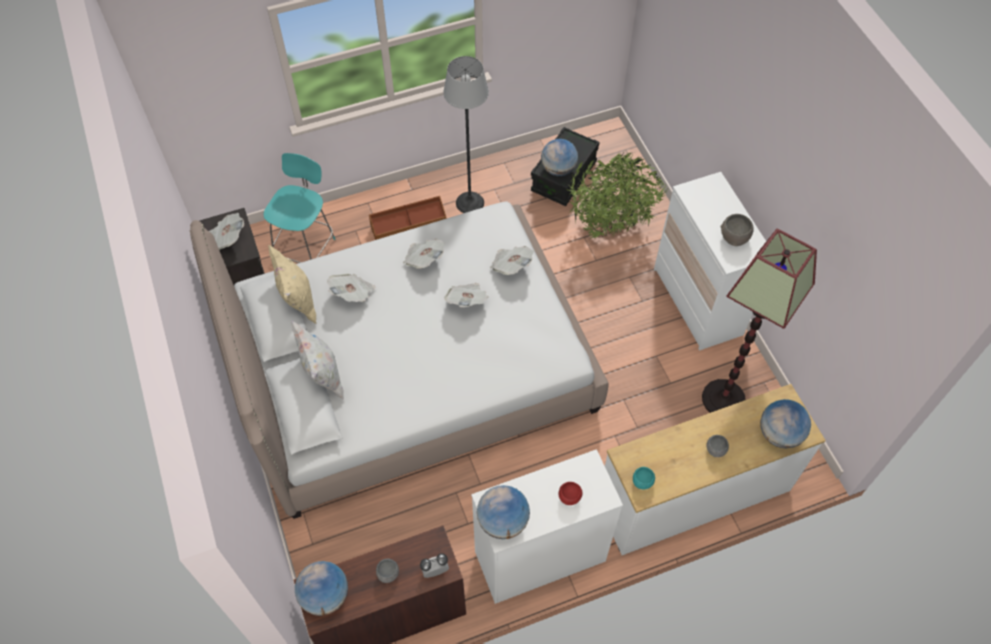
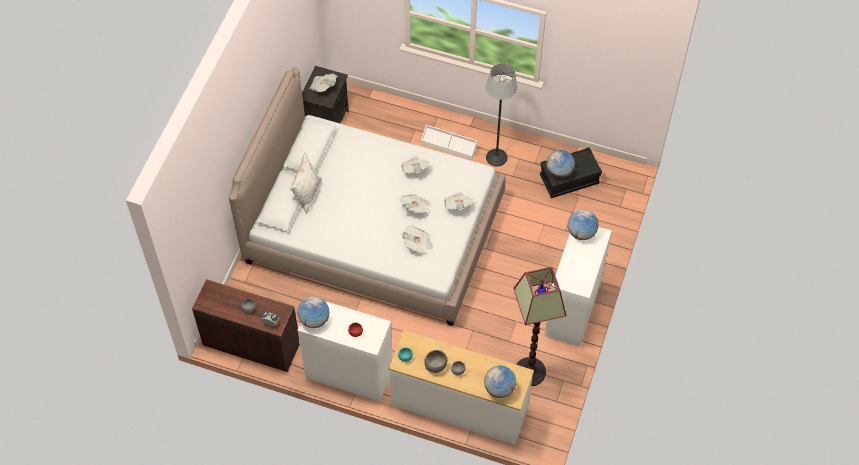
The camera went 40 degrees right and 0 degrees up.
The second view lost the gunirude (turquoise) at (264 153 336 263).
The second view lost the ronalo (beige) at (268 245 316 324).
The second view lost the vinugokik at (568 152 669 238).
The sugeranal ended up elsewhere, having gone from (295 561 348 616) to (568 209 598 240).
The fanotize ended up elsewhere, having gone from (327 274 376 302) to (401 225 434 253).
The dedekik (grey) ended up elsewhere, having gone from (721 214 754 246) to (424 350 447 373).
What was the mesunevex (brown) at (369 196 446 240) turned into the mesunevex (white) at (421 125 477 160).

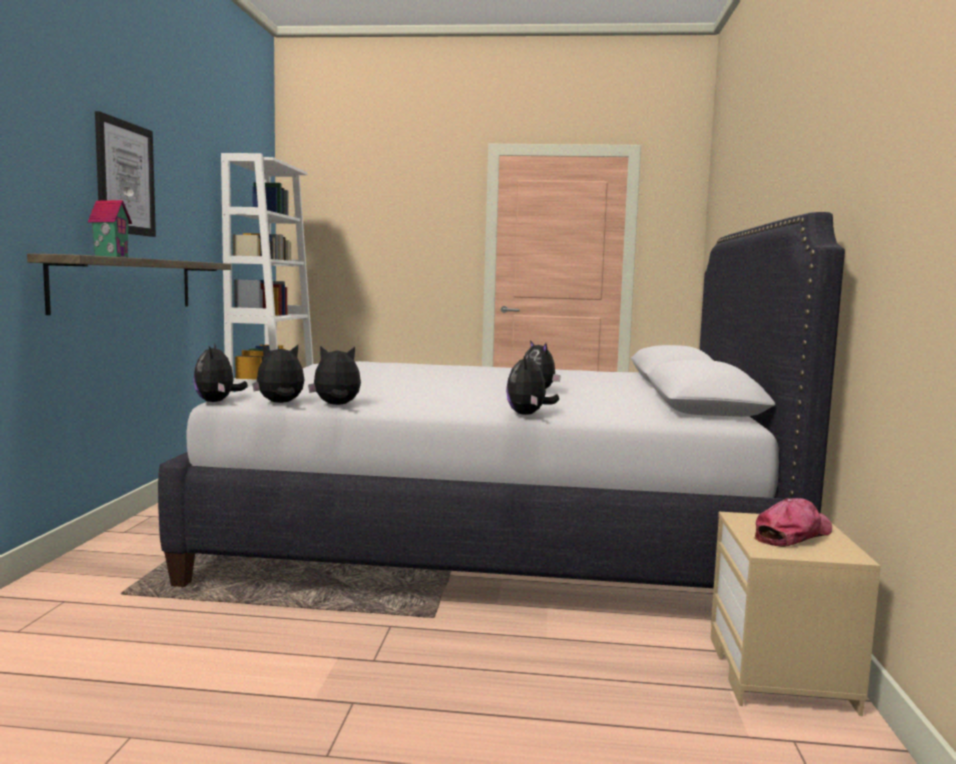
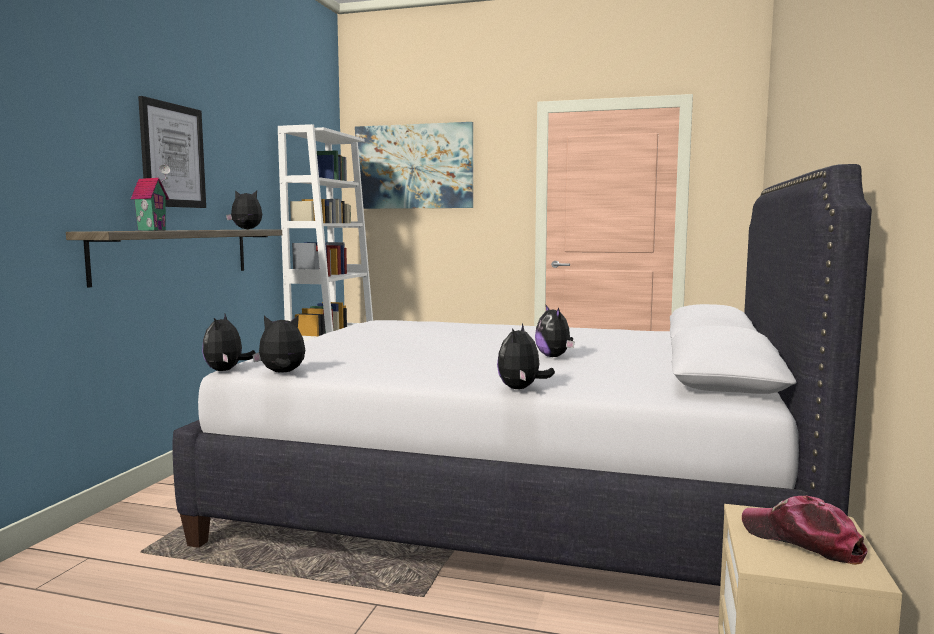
The camera went 10 degrees right and 0 degrees up.
The second view gained the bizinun at (355 122 473 209).
The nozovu ended up elsewhere, having gone from (308 346 361 405) to (226 190 262 229).
The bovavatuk at (754 498 832 547) ended up facing another way, 105 degrees counterclockwise from before.

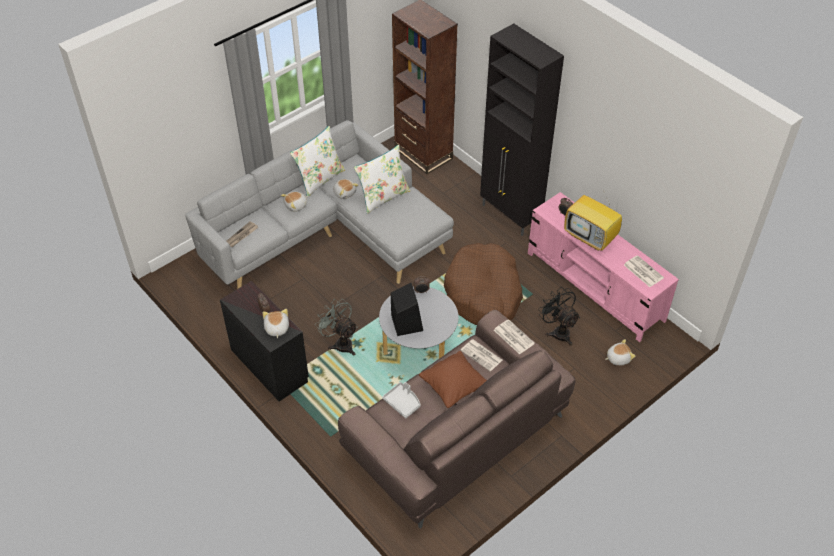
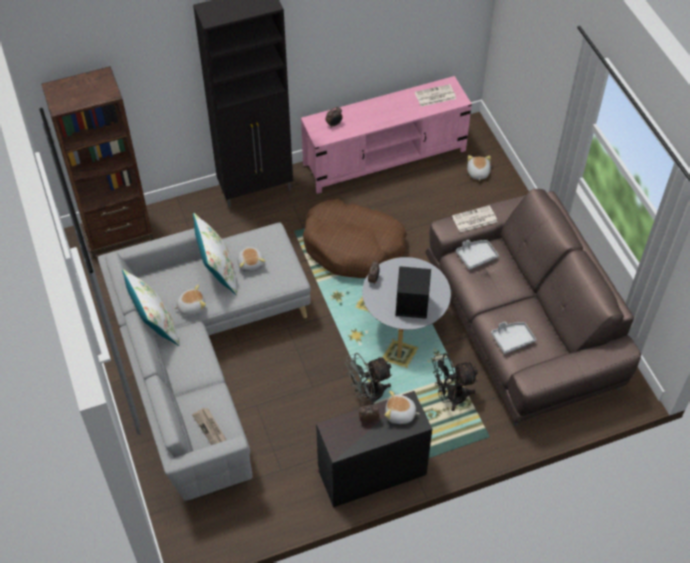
The camera went 70 degrees left and 5 degrees up.
The second view lost the ronalo (brown) at (419 351 487 408).
The second view lost the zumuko at (564 190 622 251).
The nozovu ended up elsewhere, having gone from (281 191 308 212) to (237 247 265 272).
The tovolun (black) ended up elsewhere, having gone from (538 287 580 346) to (432 353 478 411).
Where the fanotize stood at (460 339 502 371), the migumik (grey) came to stand at (456 240 499 270).

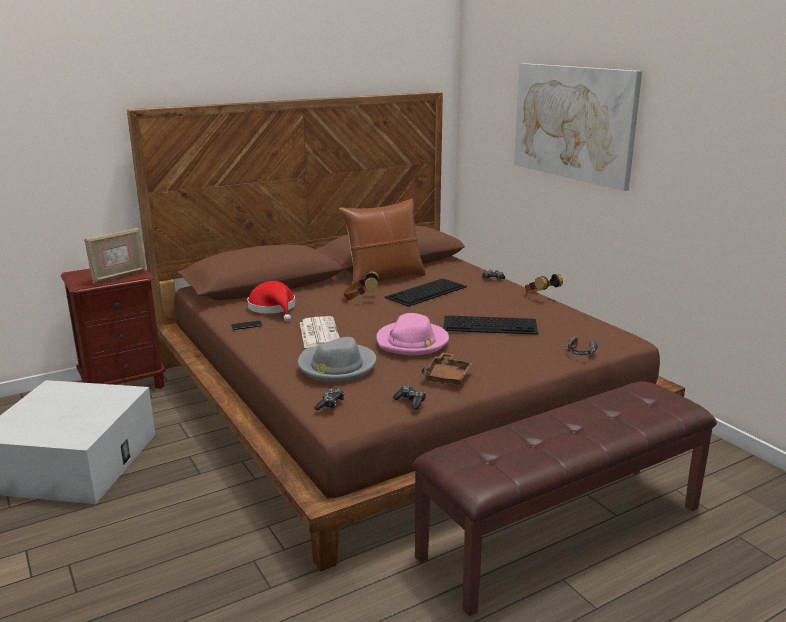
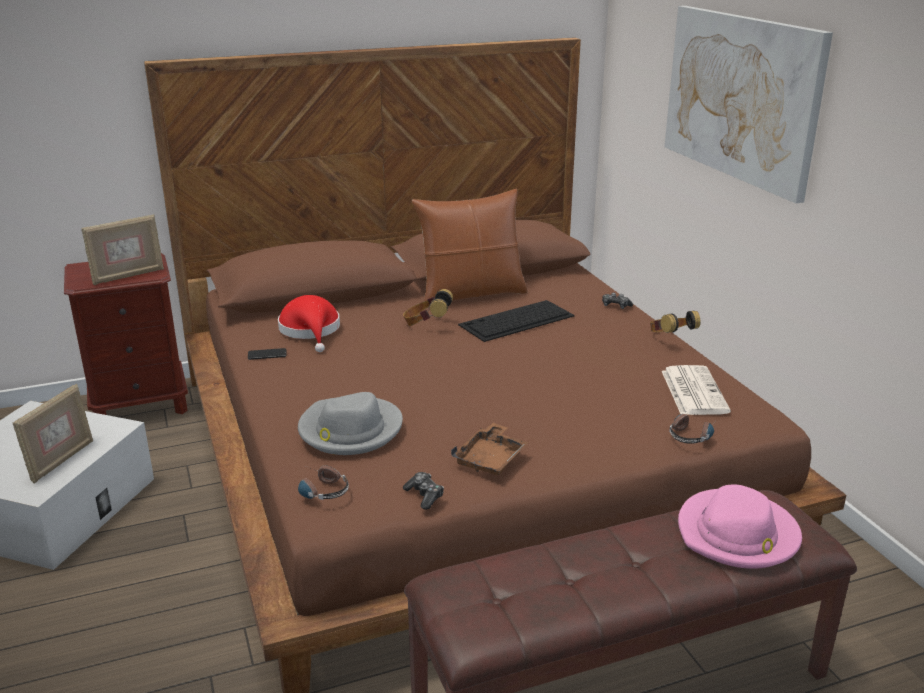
The camera went 10 degrees right and 5 degrees up.
The second view lost the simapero at (443 315 538 335).
The second view gained the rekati at (13 383 93 483).
The fanotize ended up elsewhere, having gone from (300 316 340 348) to (662 365 731 415).
The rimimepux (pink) ended up elsewhere, having gone from (376 313 449 355) to (678 484 802 569).
Where the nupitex stood at (314 388 345 410), the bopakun came to stand at (298 466 349 500).

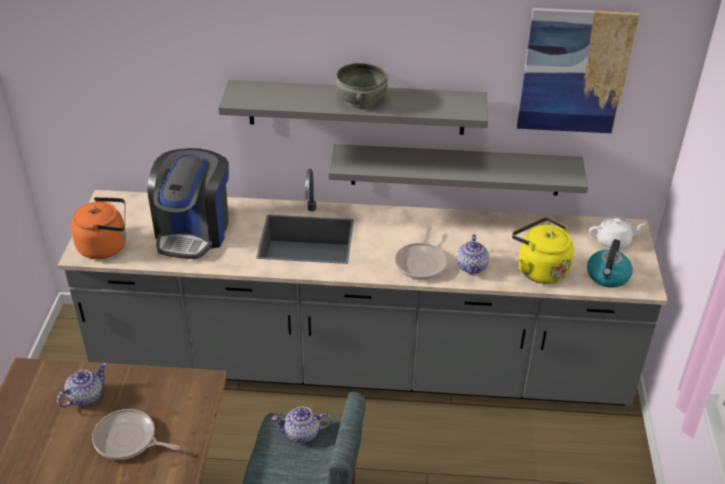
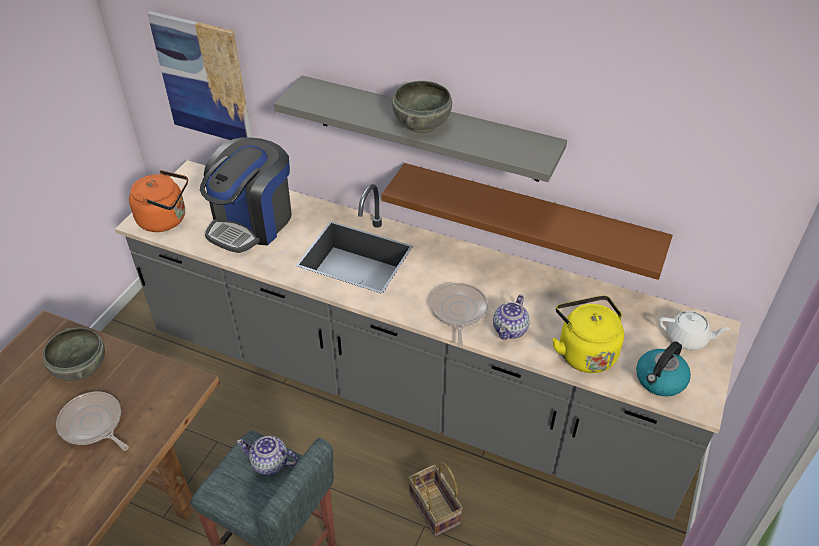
The camera went 20 degrees right and 5 degrees up.
The second view gained the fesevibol at (408 462 463 537).
The bizinun ended up elsewhere, having gone from (517 8 639 134) to (147 11 252 140).
Where the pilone stood at (57 362 106 407), the dedekik (grey) came to stand at (43 327 105 381).
What was the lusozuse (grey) at (328 144 588 196) turned into the lusozuse (brown) at (381 163 673 280).
The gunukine at (395 225 447 280) ended up facing another way, 150 degrees clockwise from before.

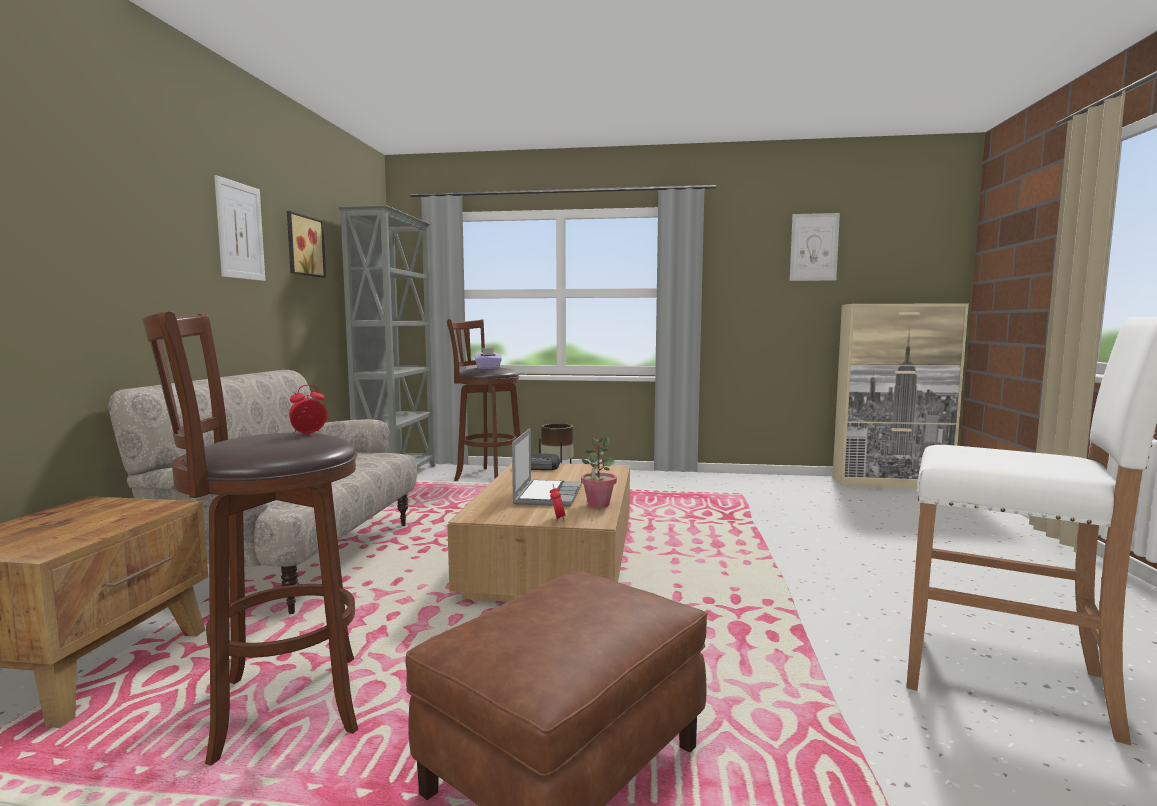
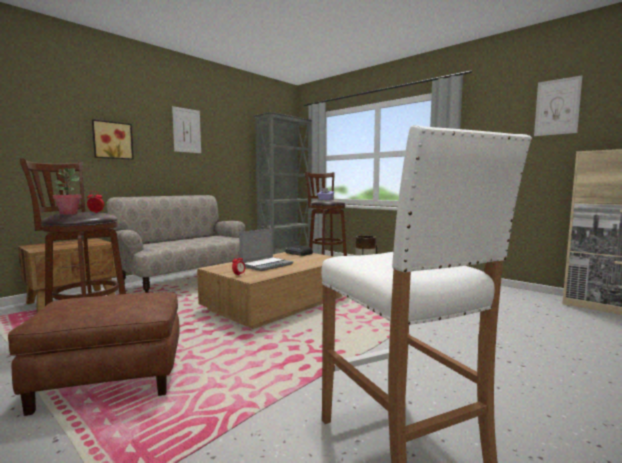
The camera went 35 degrees right and 0 degrees up.
The bizinun ended up elsewhere, having gone from (287 211 326 278) to (92 119 134 160).
The vinugokik ended up elsewhere, having gone from (581 437 617 508) to (53 168 82 215).

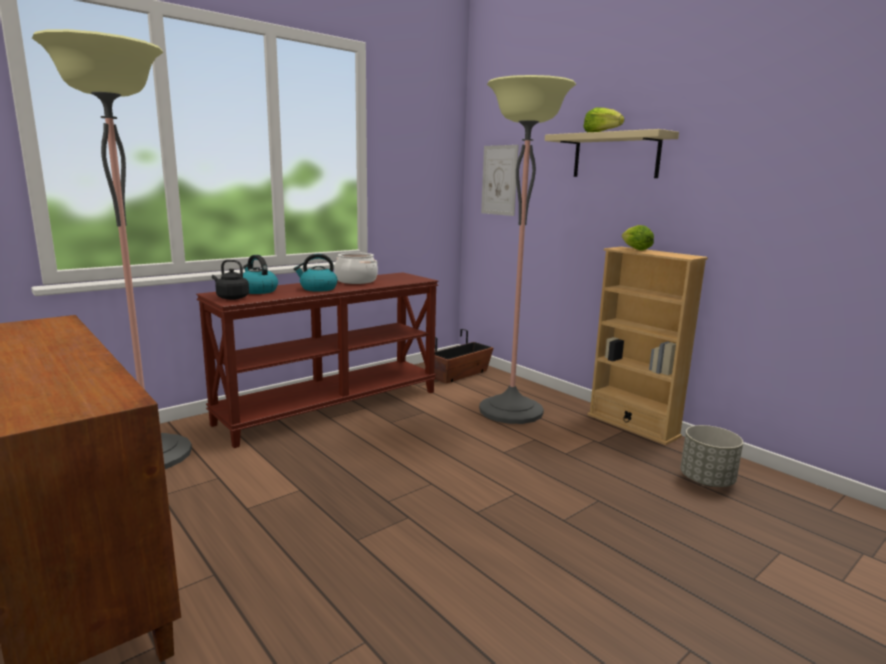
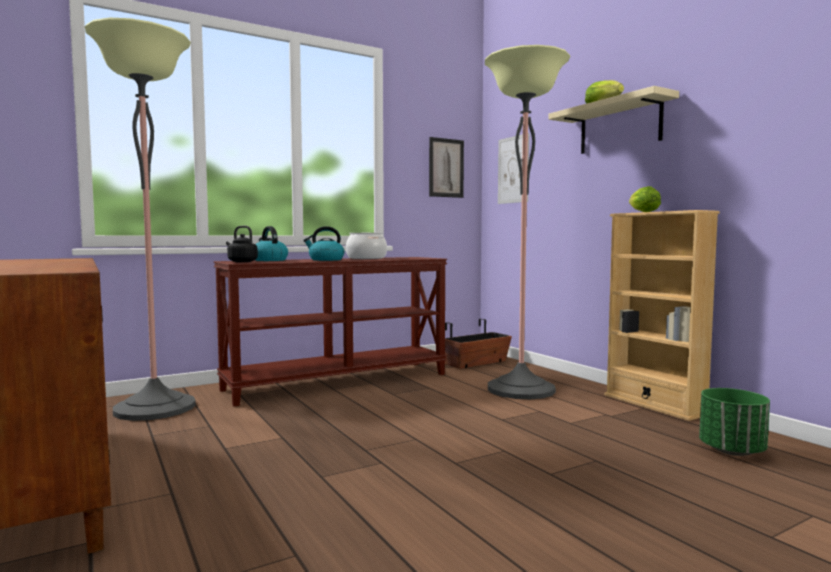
The camera went 10 degrees right and 10 degrees down.
The second view gained the bizinun at (429 137 464 198).
What was the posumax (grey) at (680 425 743 487) turned into the posumax (green) at (699 388 770 456).

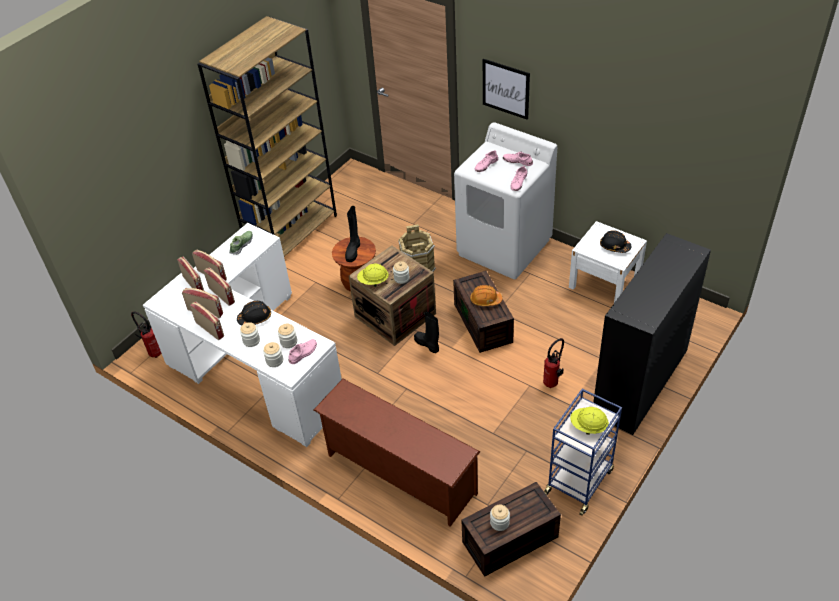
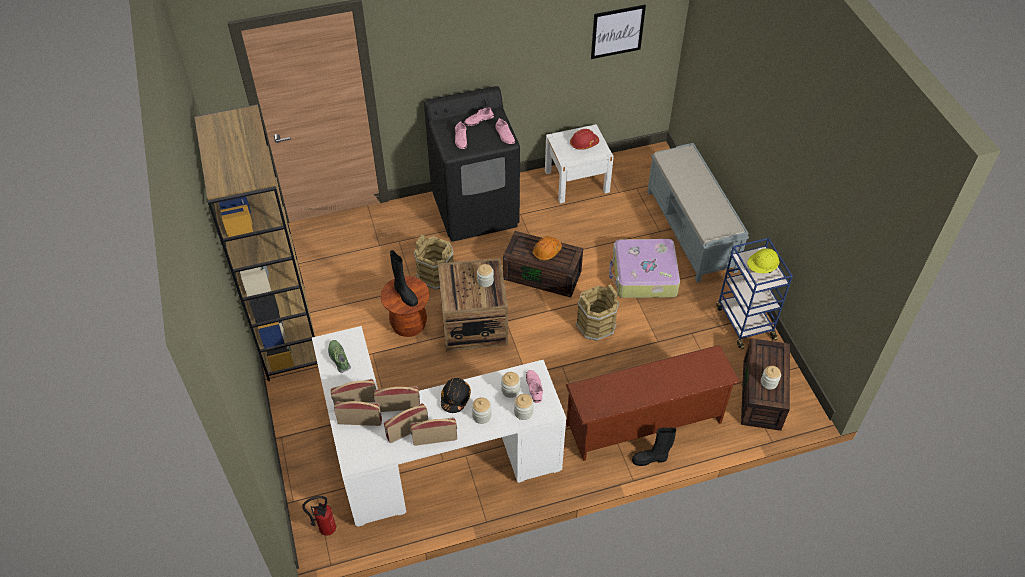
The camera went 55 degrees left and 5 degrees up.
The second view lost the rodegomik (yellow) at (357 264 389 287).
The second view gained the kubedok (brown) at (576 284 620 341).
The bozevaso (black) ended up elsewhere, having gone from (414 312 439 353) to (632 428 676 466).
The bizinun ended up elsewhere, having gone from (483 59 530 120) to (591 5 646 59).
Where the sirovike stood at (543 338 564 388), the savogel came to stand at (609 239 680 298).
Where the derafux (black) stood at (593 233 711 435), the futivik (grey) came to stand at (647 143 749 282).
What was the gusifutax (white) at (454 122 557 279) turned into the gusifutax (black) at (424 86 520 242).
What was the rodegomik (black) at (600 230 631 253) turned into the rodegomik (red) at (570 129 599 150).

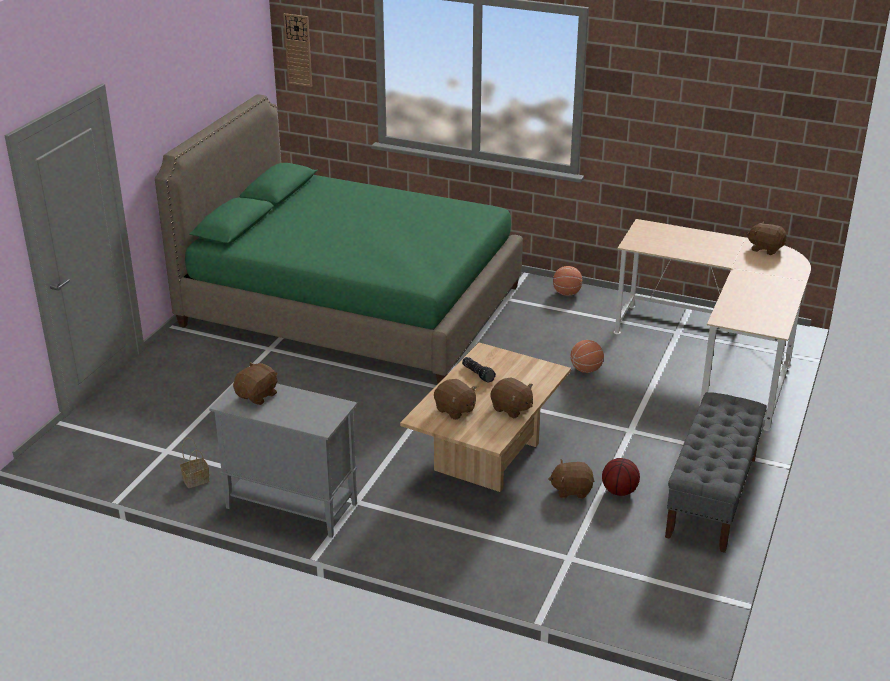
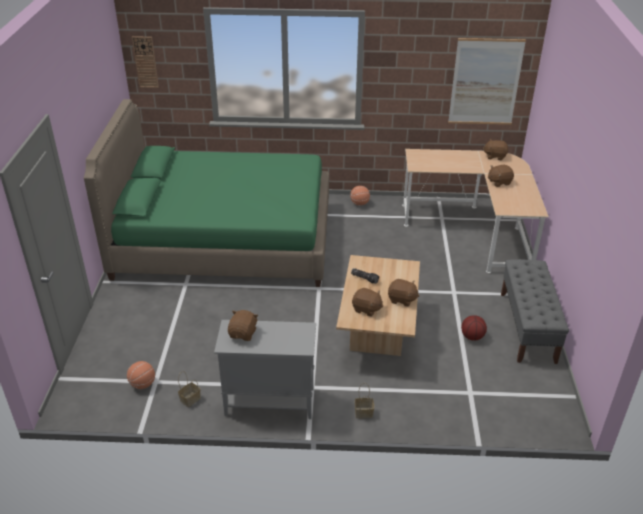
The camera went 20 degrees left and 5 degrees up.
The second view gained the fesevibol at (355 383 374 418).
The second view gained the bizinun at (448 38 526 125).
The nozovu (brown) ended up elsewhere, having gone from (548 460 594 499) to (488 165 514 187).
The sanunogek ended up elsewhere, having gone from (571 340 604 373) to (127 361 155 389).

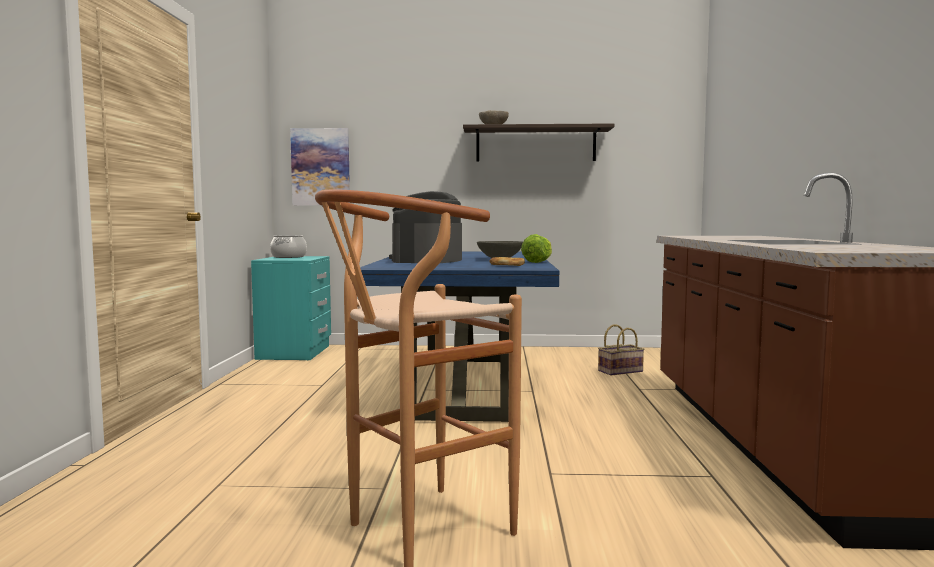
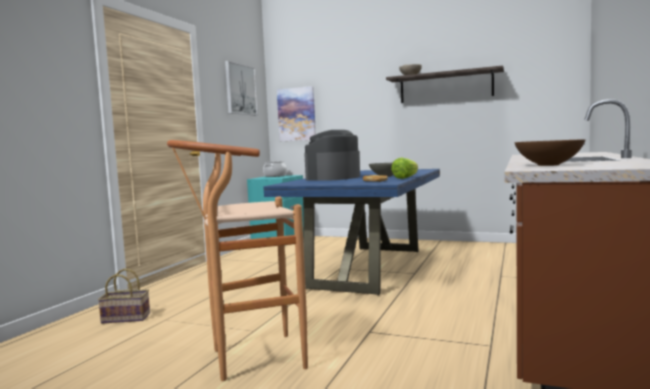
The camera went 20 degrees right and 0 degrees up.
The second view gained the bizinun at (225 61 258 116).
The second view gained the dedekik (brown) at (515 139 585 166).
The fesevibol ended up elsewhere, having gone from (598 324 644 376) to (98 269 150 324).

